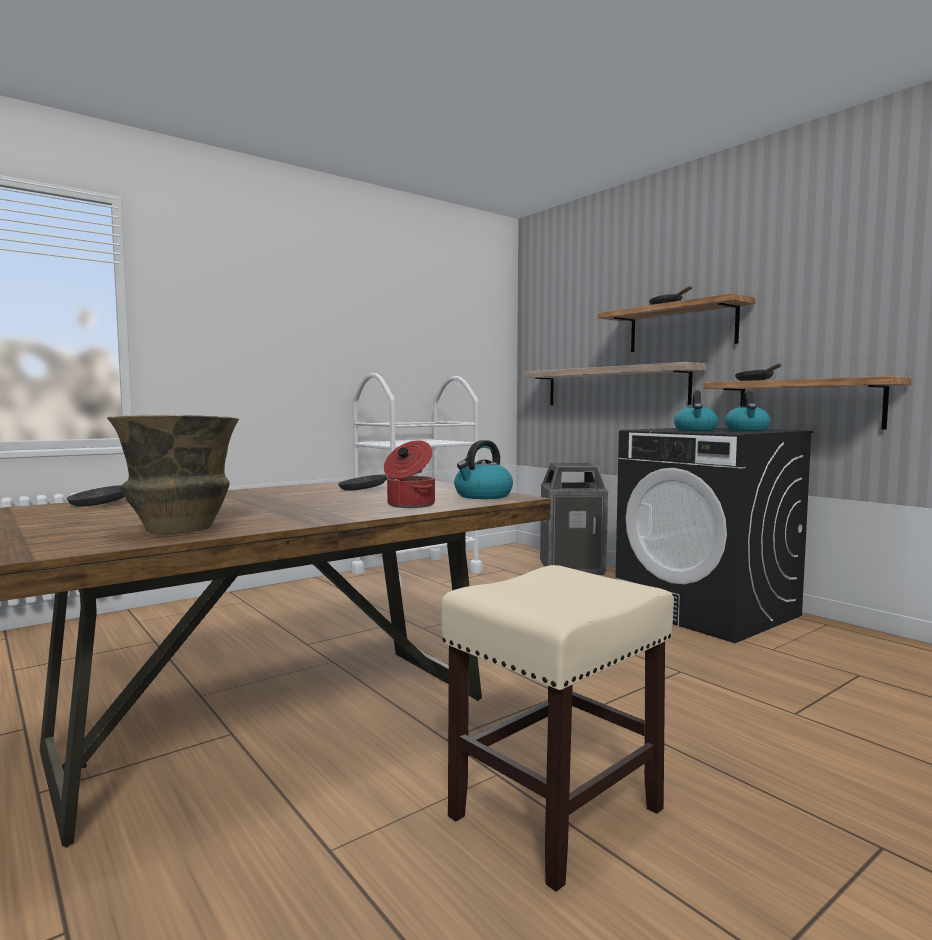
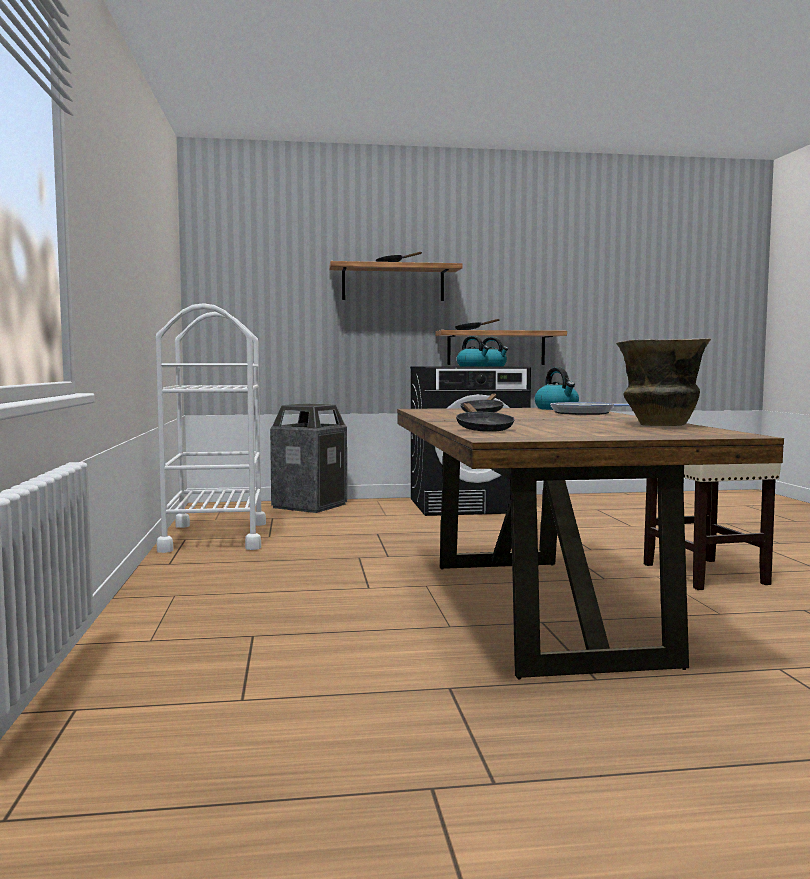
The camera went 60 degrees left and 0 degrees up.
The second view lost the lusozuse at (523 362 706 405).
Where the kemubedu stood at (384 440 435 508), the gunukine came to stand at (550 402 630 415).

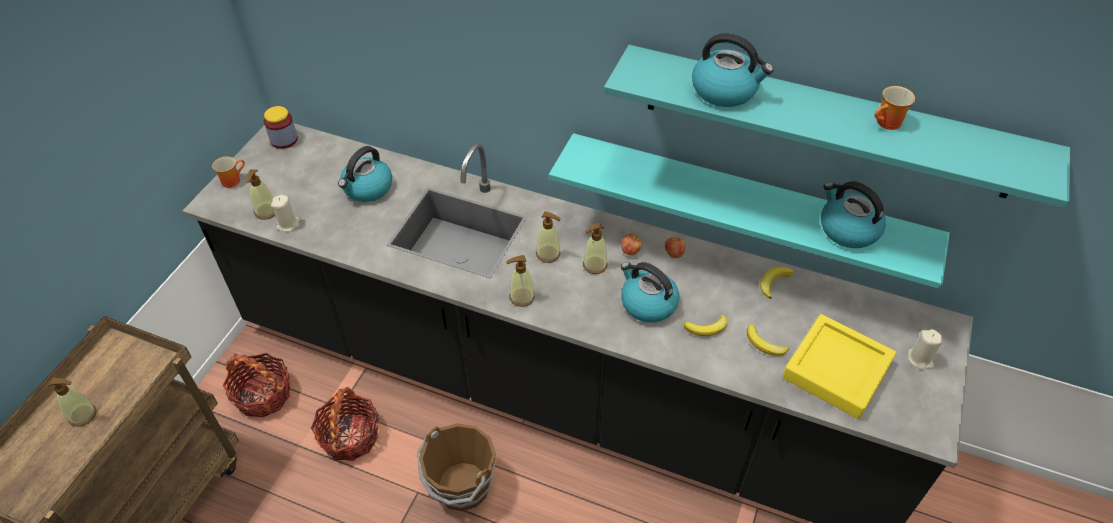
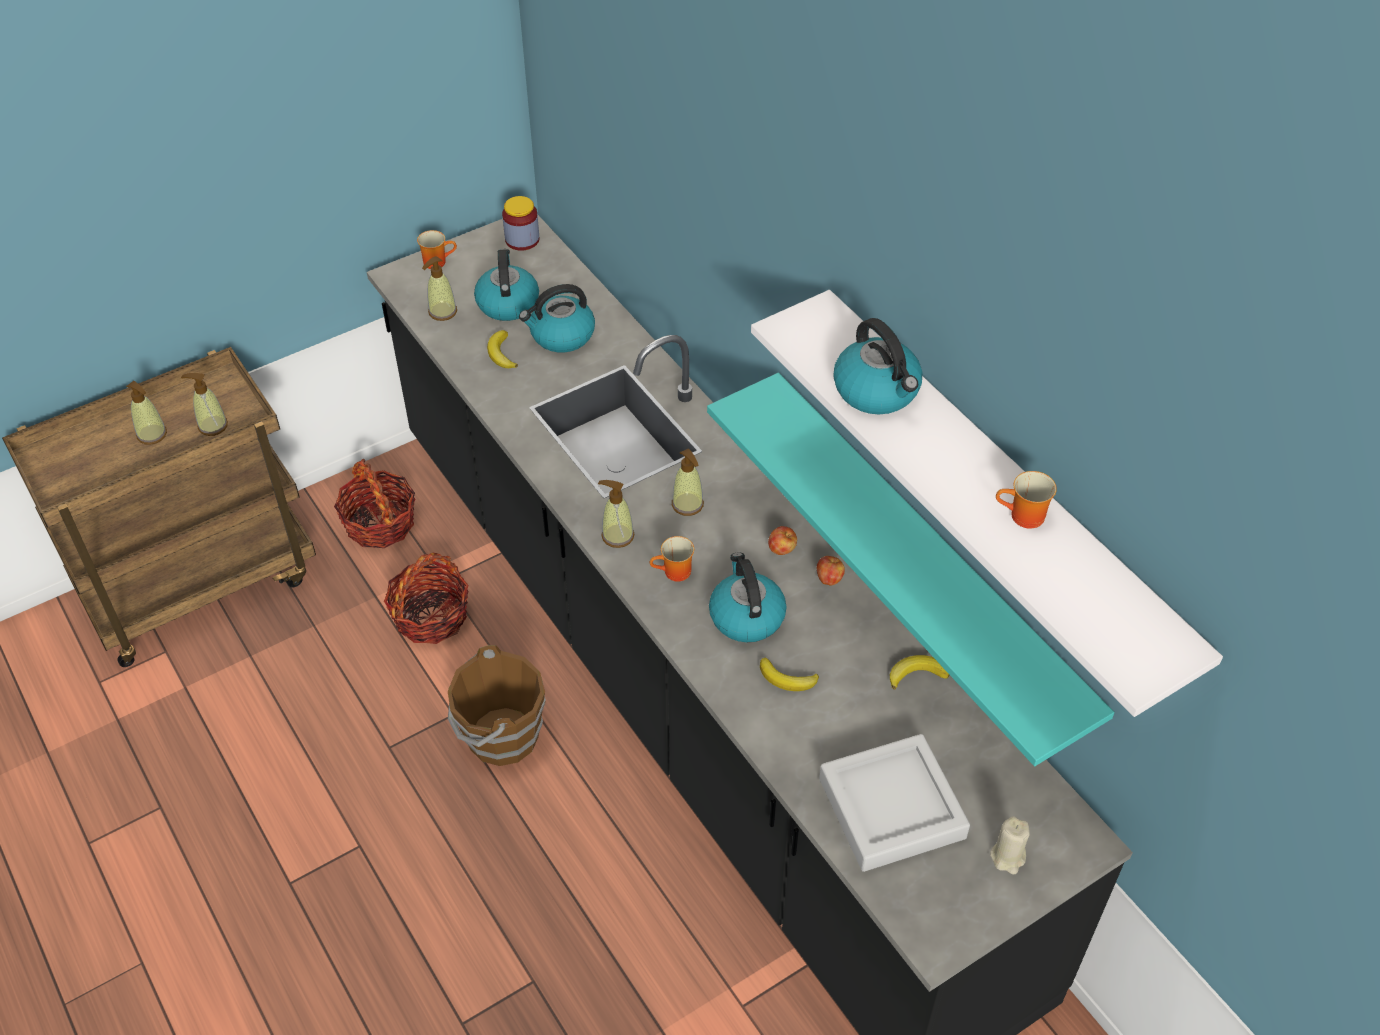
The camera went 35 degrees right and 0 degrees up.
The second view lost the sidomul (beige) at (271 195 300 232).
The second view gained the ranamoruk at (650 536 694 582).
The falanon ended up elsewhere, having gone from (583 223 608 274) to (181 373 228 436).
The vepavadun ended up elsewhere, having gone from (747 324 789 356) to (487 330 518 368).
The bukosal ended up elsewhere, having gone from (821 181 886 248) to (474 249 539 321).
What was the lusozuse (turquoise) at (604 45 1070 208) turned into the lusozuse (white) at (751 290 1223 717).
What was the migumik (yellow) at (782 314 896 419) turned into the migumik (grey) at (819 734 970 872).

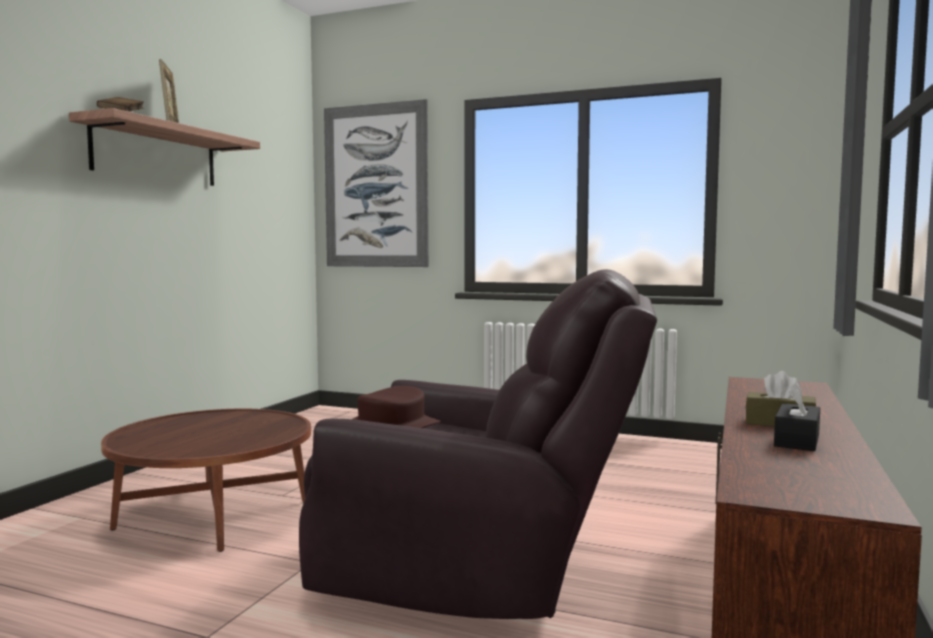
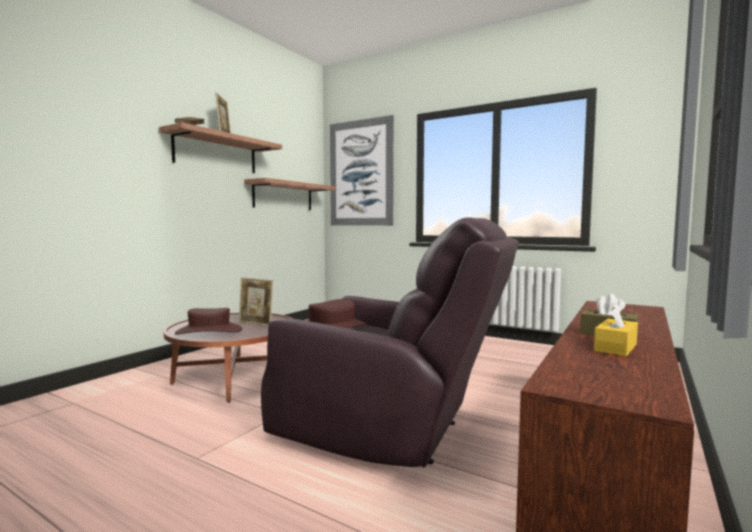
The camera went 10 degrees right and 0 degrees up.
The second view gained the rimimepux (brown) at (175 308 242 335).
The second view gained the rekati at (239 277 273 326).
The second view gained the lusozuse at (244 178 335 210).
What was the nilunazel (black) at (774 383 820 451) turned into the nilunazel (yellow) at (594 302 638 356).

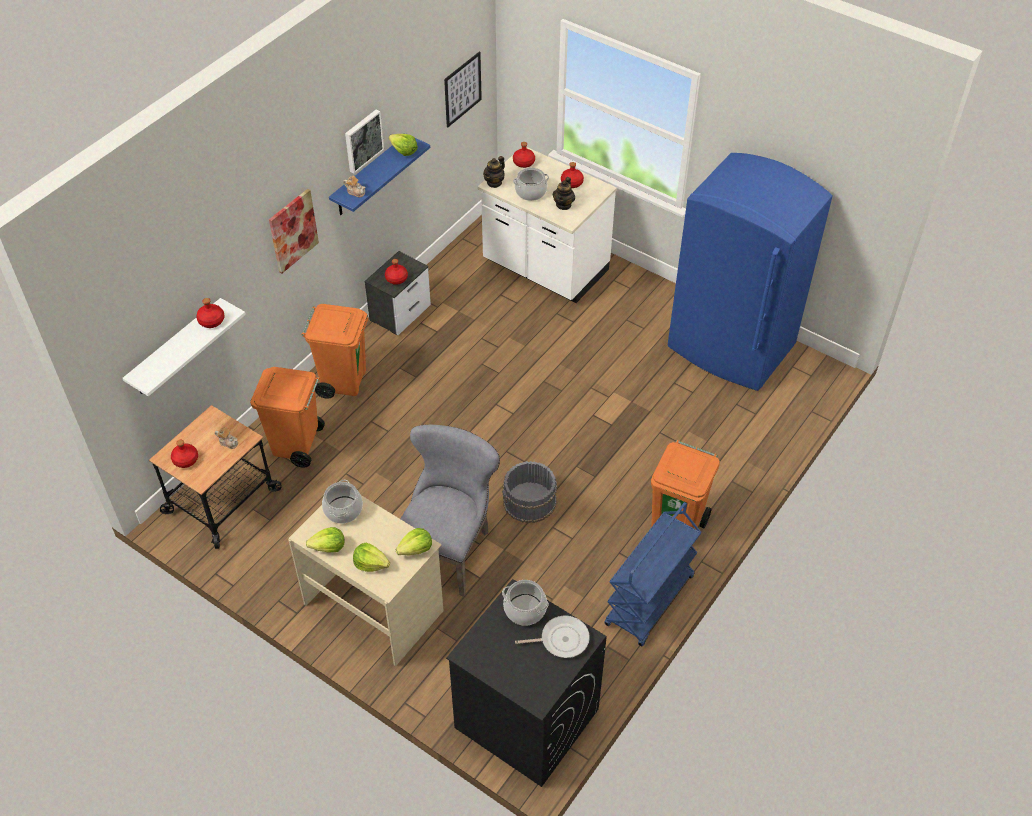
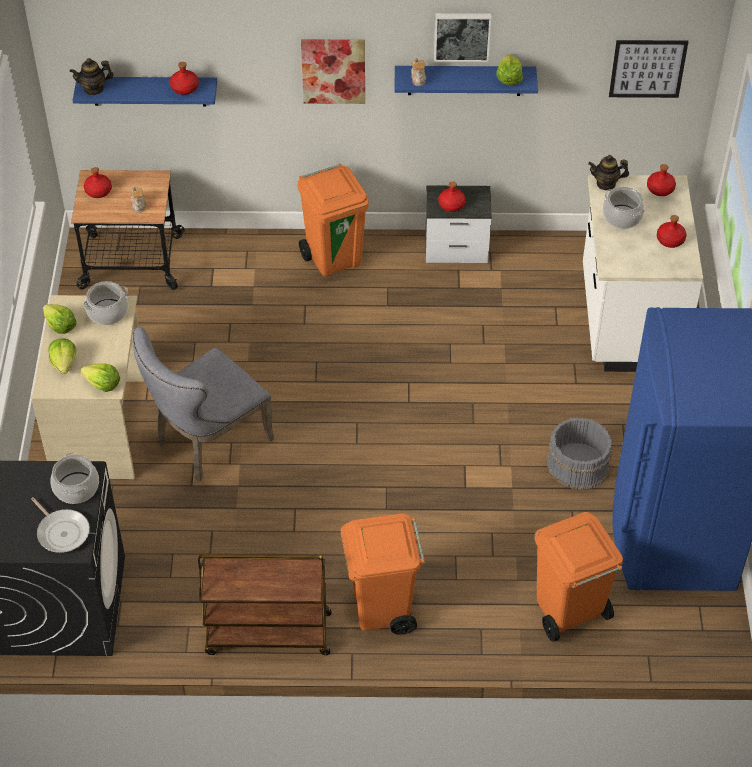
The camera went 55 degrees right and 0 degrees up.
The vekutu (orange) ended up elsewhere, having gone from (250 367 325 468) to (535 512 623 642).
The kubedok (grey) ended up elsewhere, having gone from (502 461 557 523) to (547 418 613 490).
The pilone ended up elsewhere, having gone from (553 177 575 210) to (70 58 114 95).
What was the lusozuse (white) at (123 298 246 396) turned into the lusozuse (blue) at (72 77 217 107).
What was the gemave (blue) at (605 502 701 646) turned into the gemave (brown) at (198 554 331 655).
The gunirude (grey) at (400 425 500 597) ended up facing another way, 150 degrees clockwise from before.

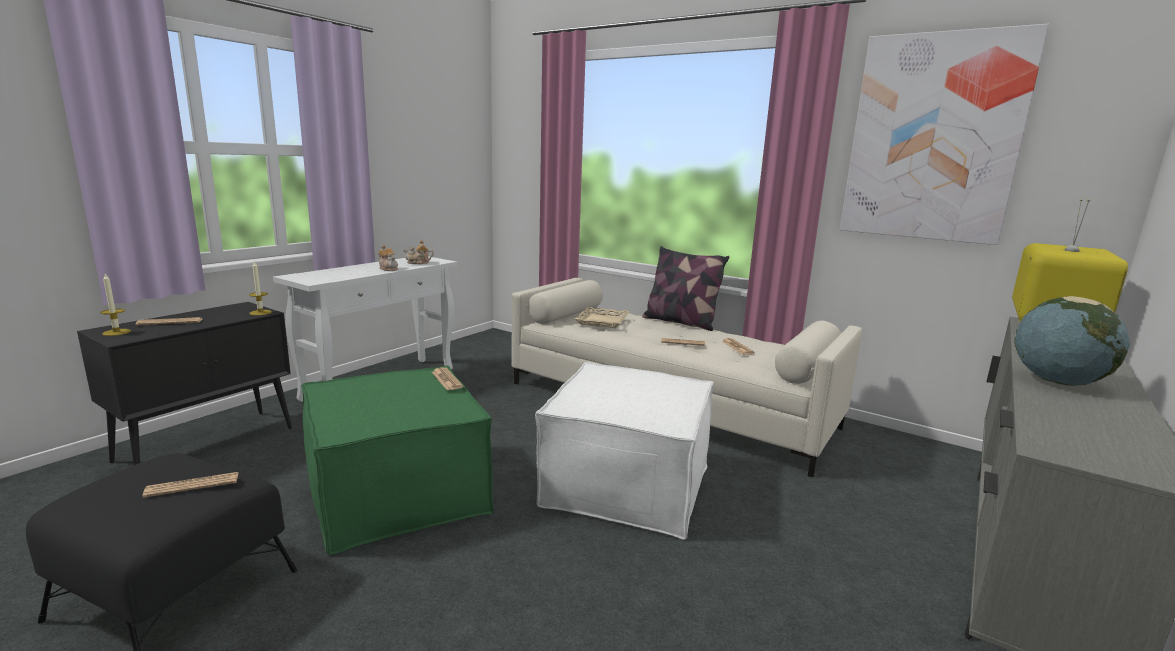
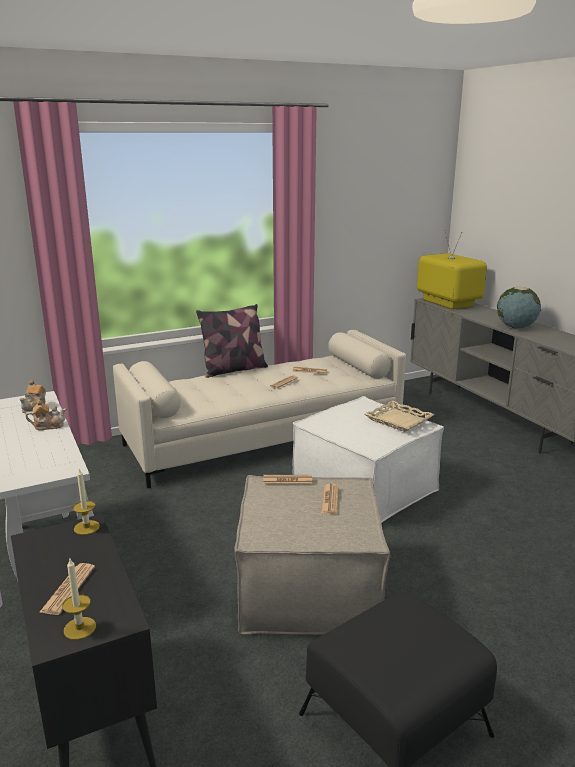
The camera went 60 degrees left and 5 degrees up.
The second view lost the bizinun at (840 24 1049 245).
The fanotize ended up elsewhere, having gone from (142 472 238 498) to (321 484 339 514).
The migumik (beige) ended up elsewhere, having gone from (575 307 630 328) to (365 400 435 432).
What was the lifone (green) at (301 365 494 555) turned into the lifone (beige) at (235 475 390 635).

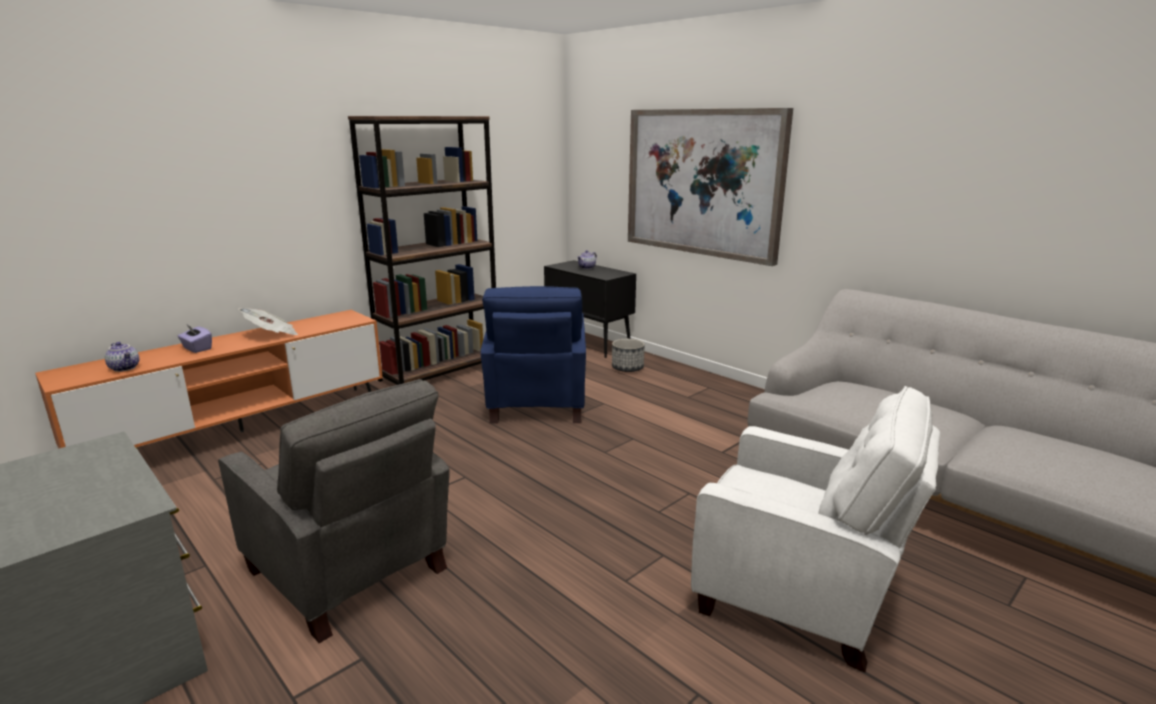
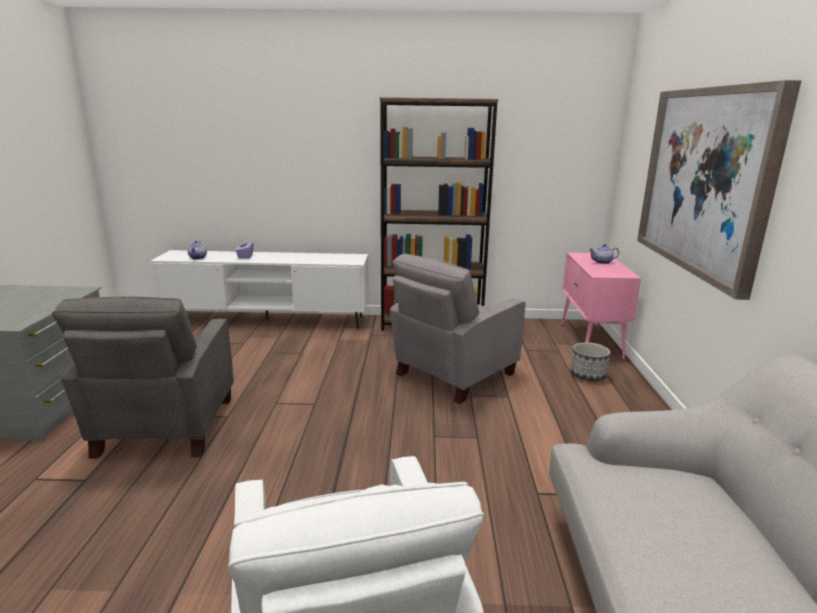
The camera went 45 degrees right and 0 degrees up.
The second view lost the fanotize at (238 308 298 335).
What was the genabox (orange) at (35 310 383 448) turned into the genabox (white) at (150 250 369 329).
What was the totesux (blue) at (481 286 586 424) turned into the totesux (grey) at (390 253 525 404).
What was the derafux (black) at (544 260 636 358) turned into the derafux (pink) at (561 253 641 360).

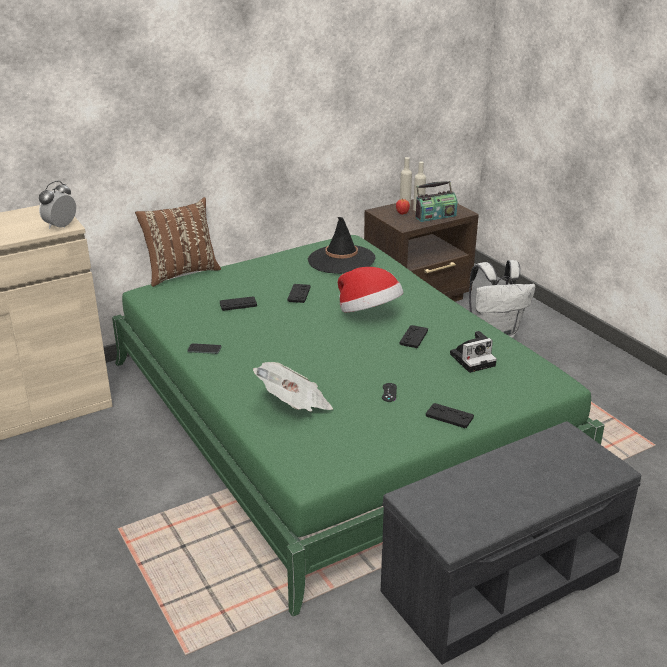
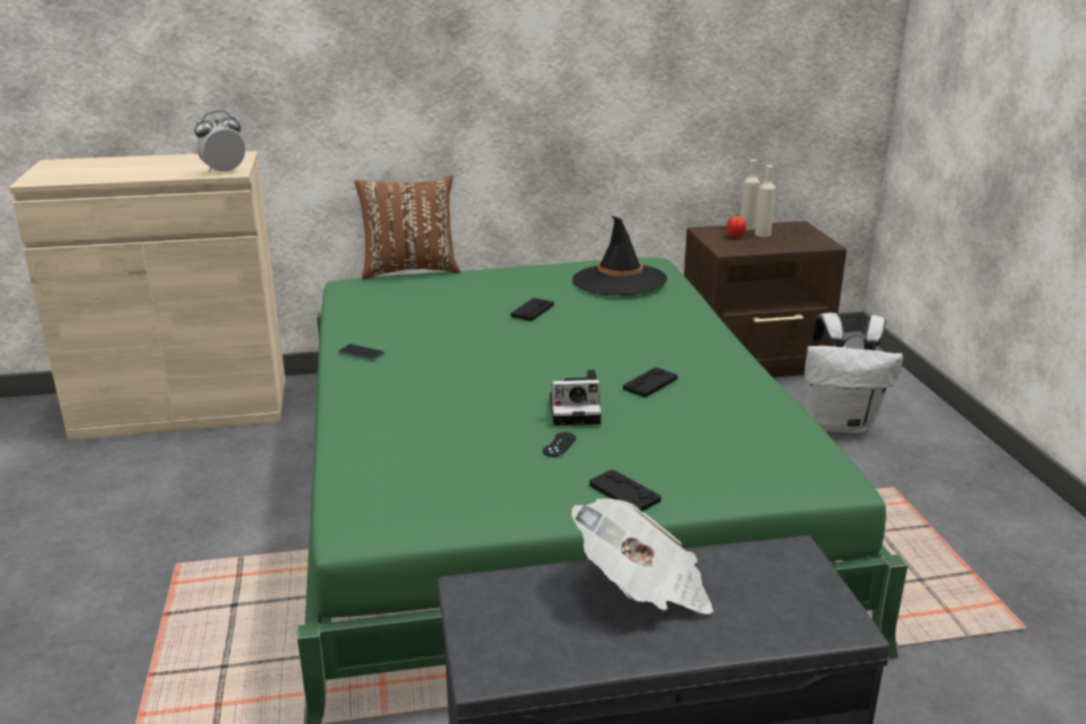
The camera went 20 degrees right and 5 degrees down.
The second view lost the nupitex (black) at (220 296 257 311).
The second view lost the rimimepux at (338 267 403 312).
The second view lost the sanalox at (416 181 458 222).
The fanotize ended up elsewhere, having gone from (253 362 333 411) to (571 498 714 614).
The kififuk ended up elsewhere, having gone from (450 331 497 373) to (550 369 601 426).

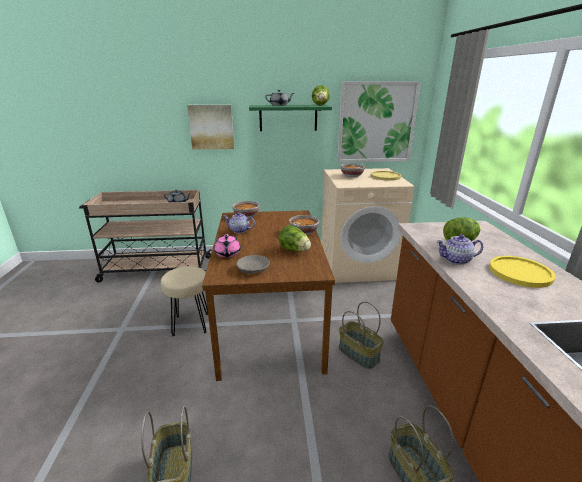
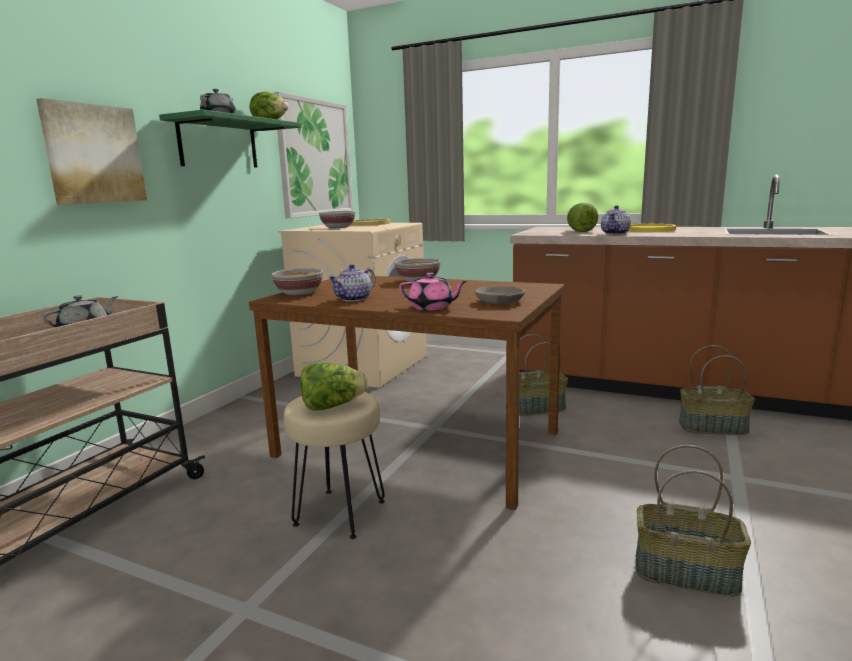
The camera went 60 degrees left and 10 degrees down.
The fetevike ended up elsewhere, having gone from (279 225 311 251) to (300 363 368 410).

